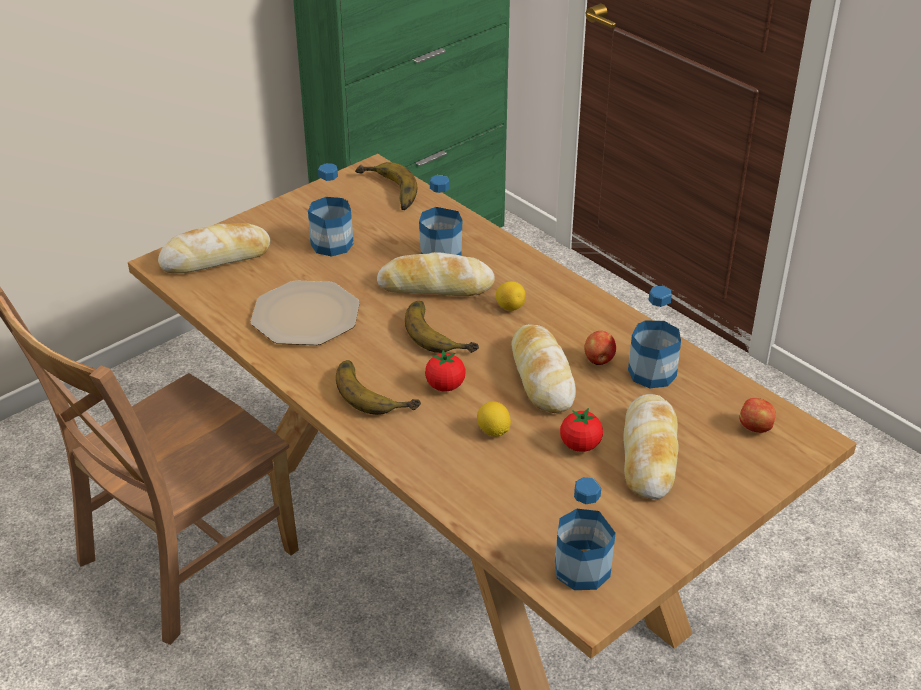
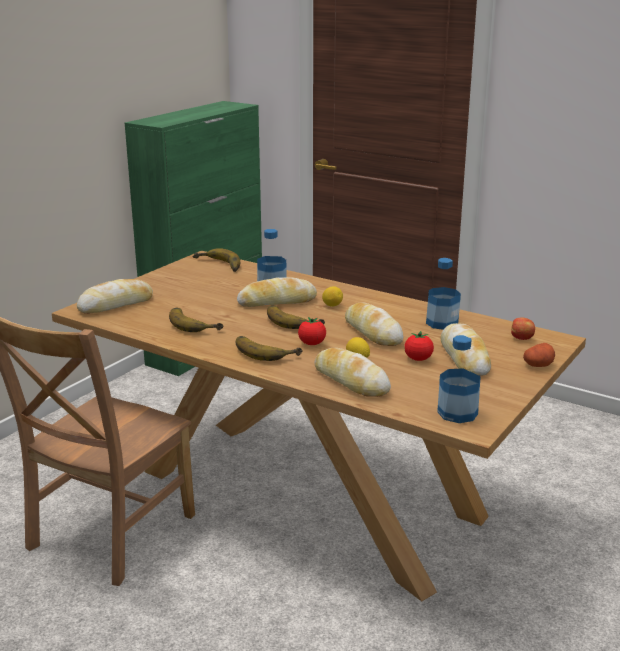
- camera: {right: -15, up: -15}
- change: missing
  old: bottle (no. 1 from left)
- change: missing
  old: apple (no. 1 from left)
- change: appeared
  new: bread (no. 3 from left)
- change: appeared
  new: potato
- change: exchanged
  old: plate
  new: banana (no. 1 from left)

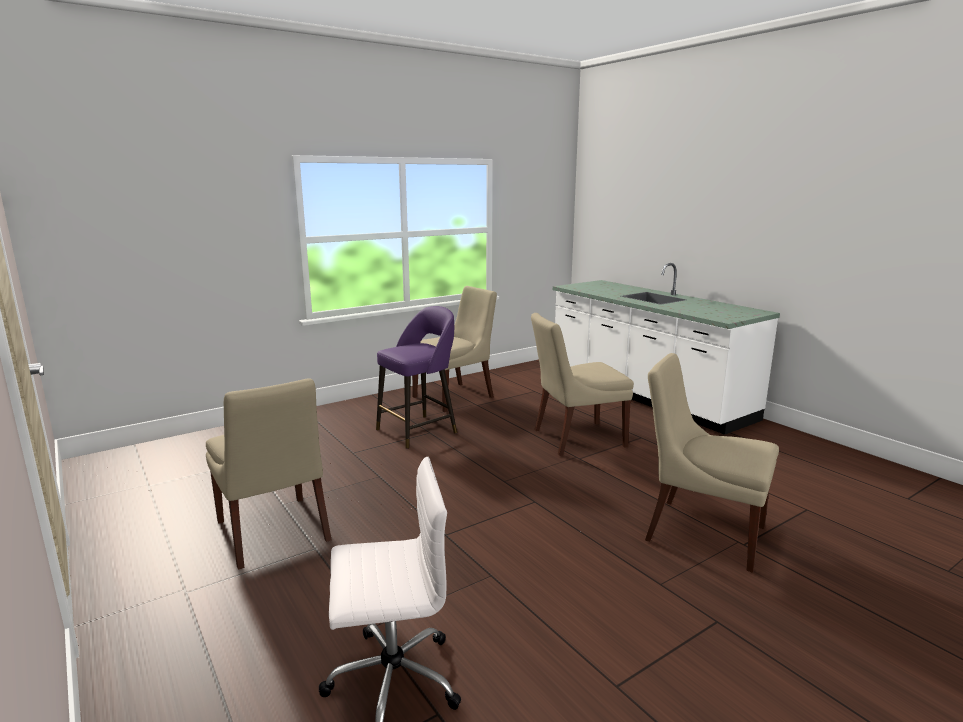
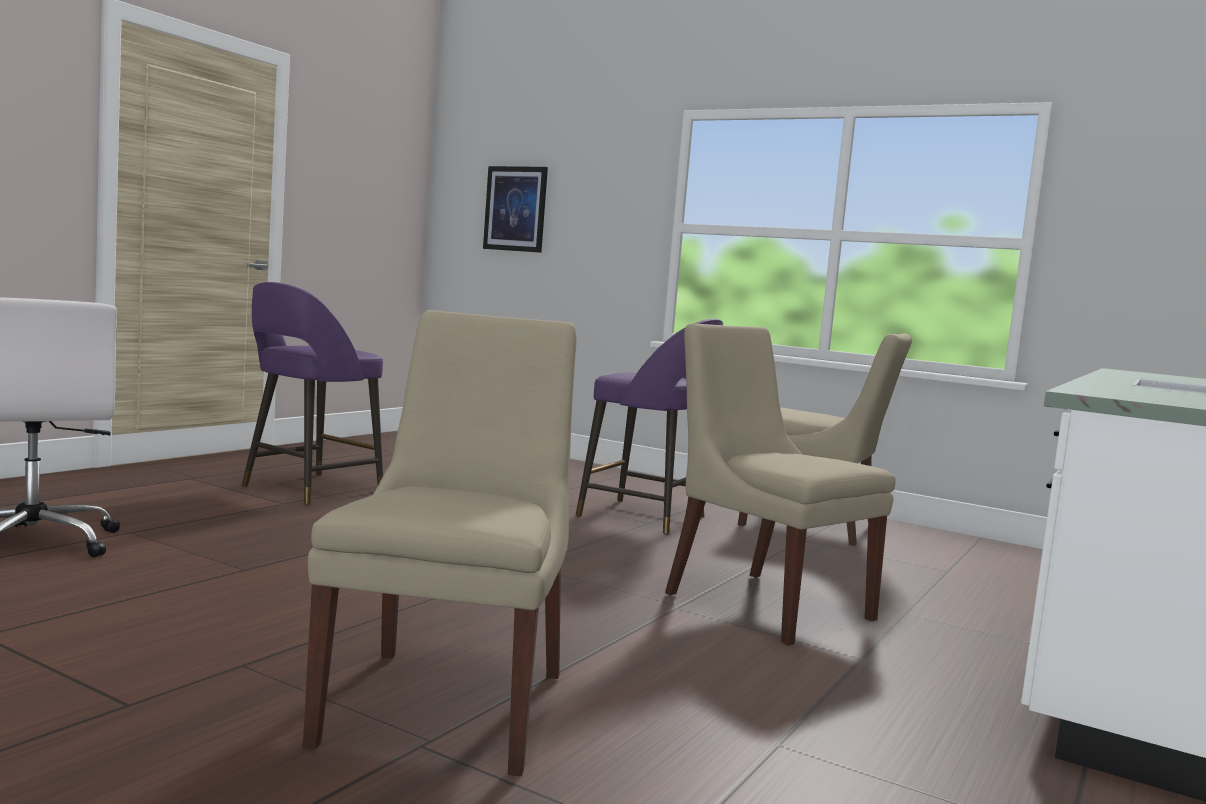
- camera: {right: 65, up: -10}
- change: appeared
  new: picture
- change: exchanged
  old: beige chair (no. 1 from left)
  new: purple stool (no. 1 from left)

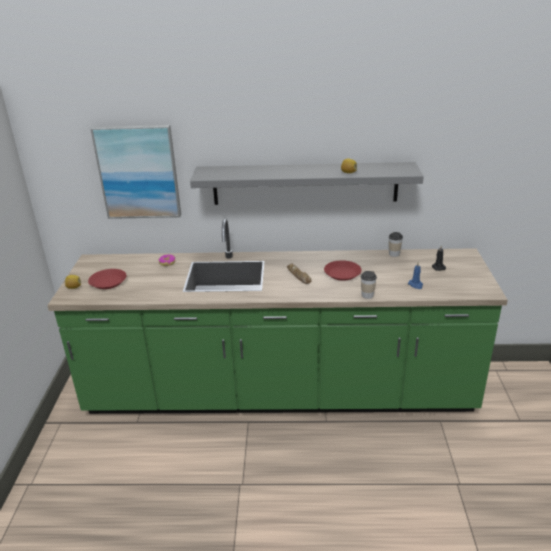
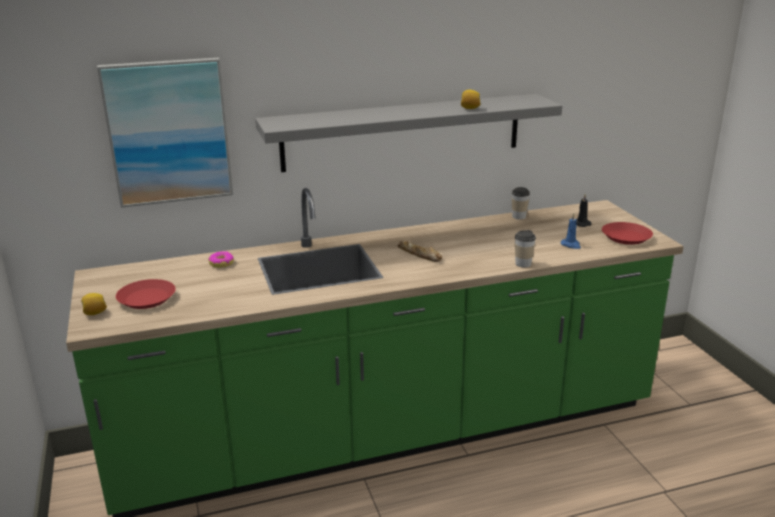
- camera: {right: -20, up: -5}
- change: relocated
  old: red plate (no. 2 from left)

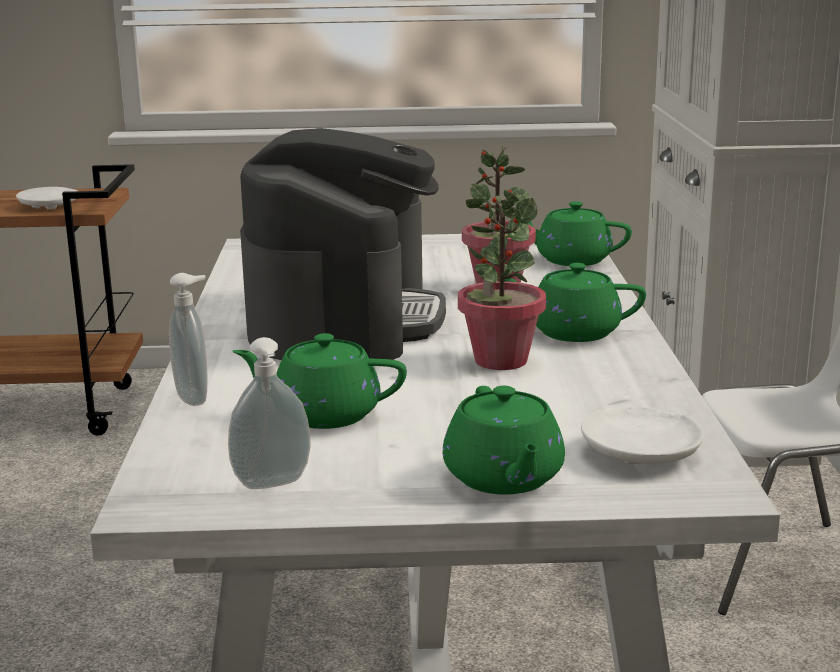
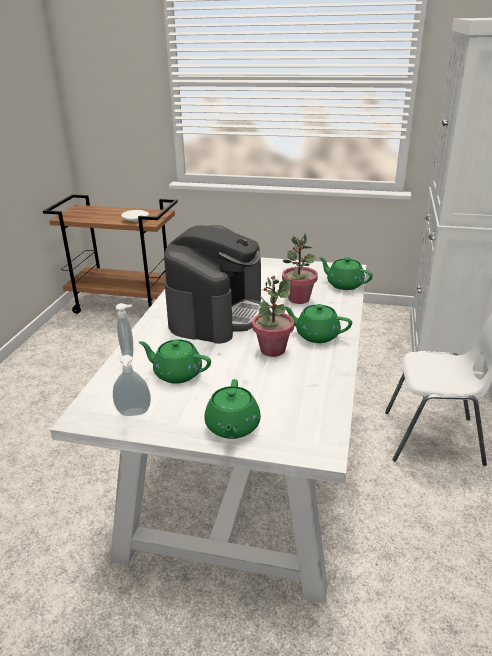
- camera: {right: 15, up: 10}
- change: missing
  old: white plate (no. 2 from left)

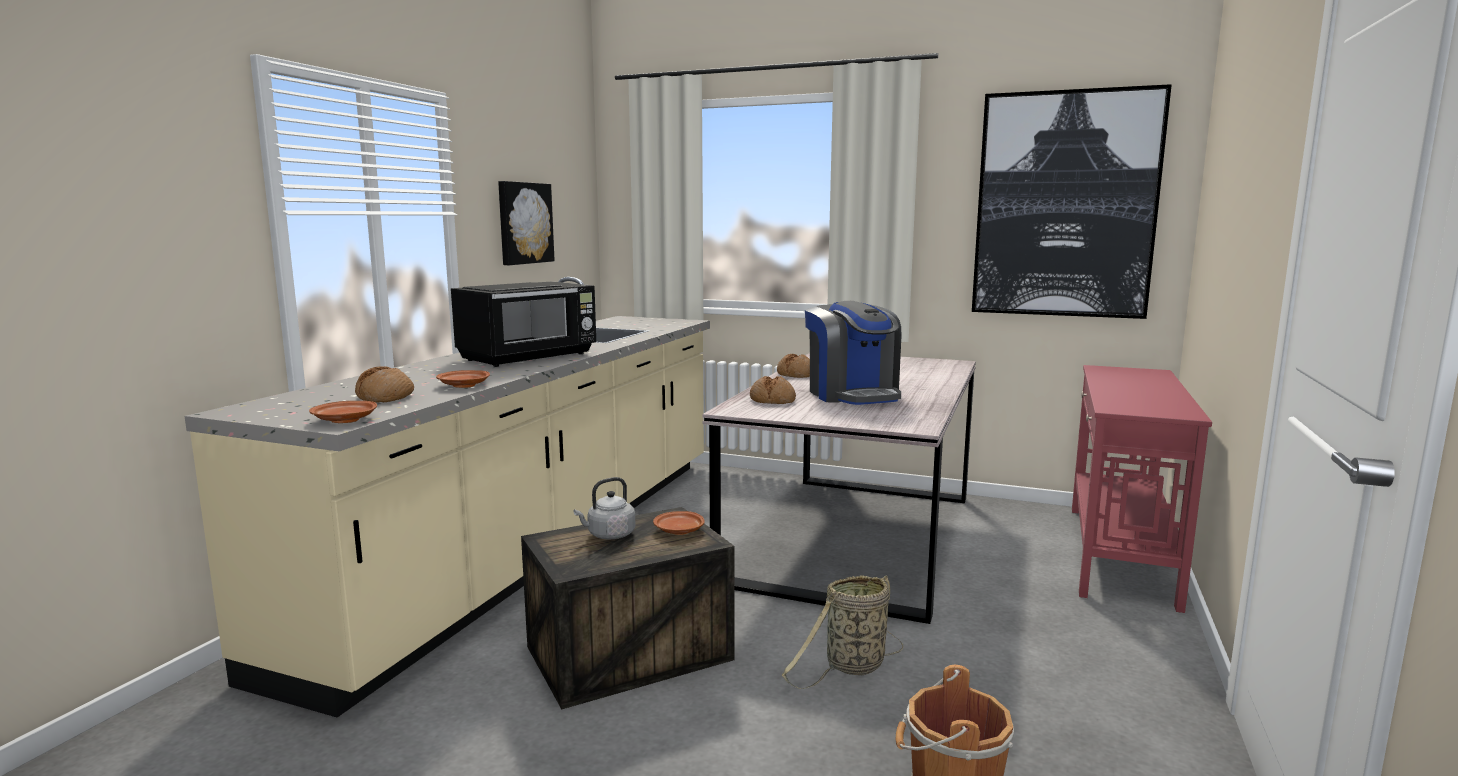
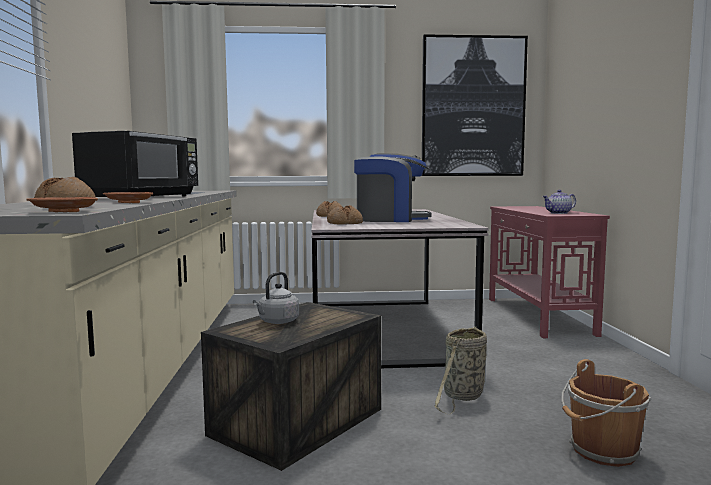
- camera: {right: -25, up: -5}
- change: missing
  old: picture (no. 1 from left)
- change: missing
  old: brown plate (no. 3 from left)
- change: appeared
  new: teapot
- change: spun
  old: coffee machine
  degrees: -45

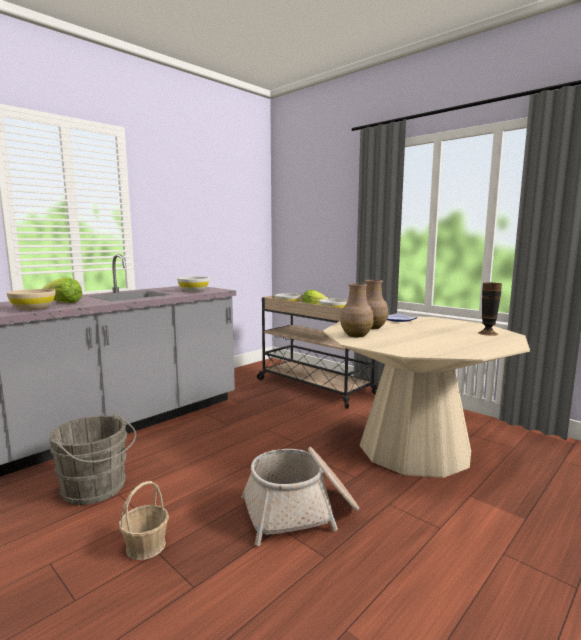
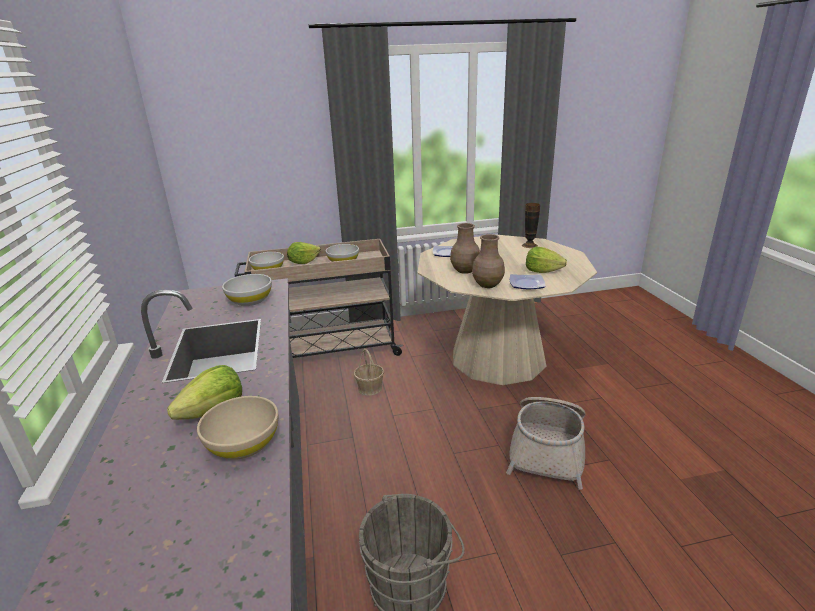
- camera: {right: -55, up: 15}
- change: appeared
  new: plate (no. 2 from left)
- change: appeared
  new: lettuce (no. 3 from left)
- change: relocated
  old: basket (no. 1 from left)

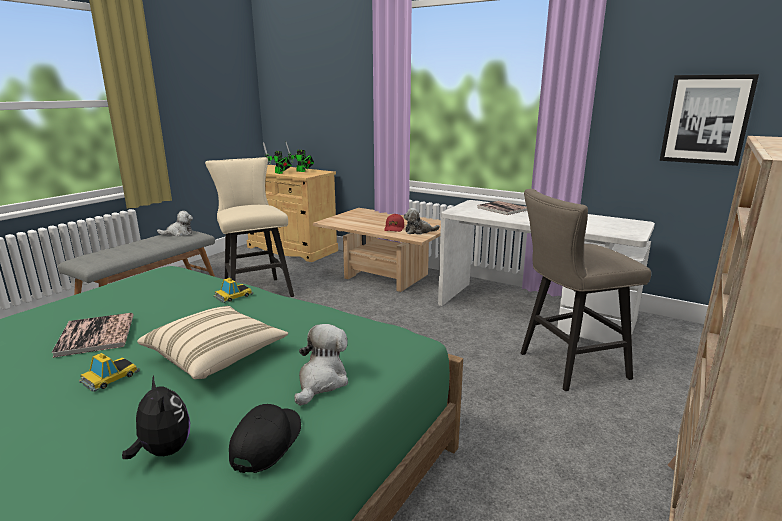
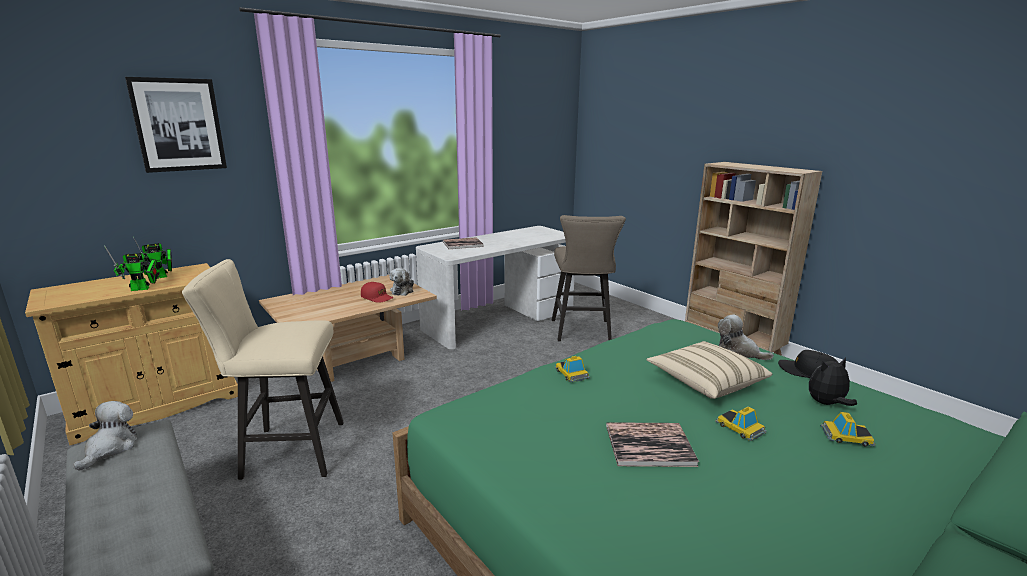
- camera: {right: -70, up: 0}
- change: appeared
  new: toy car (no. 3 from left)
- change: relocated
  old: picture

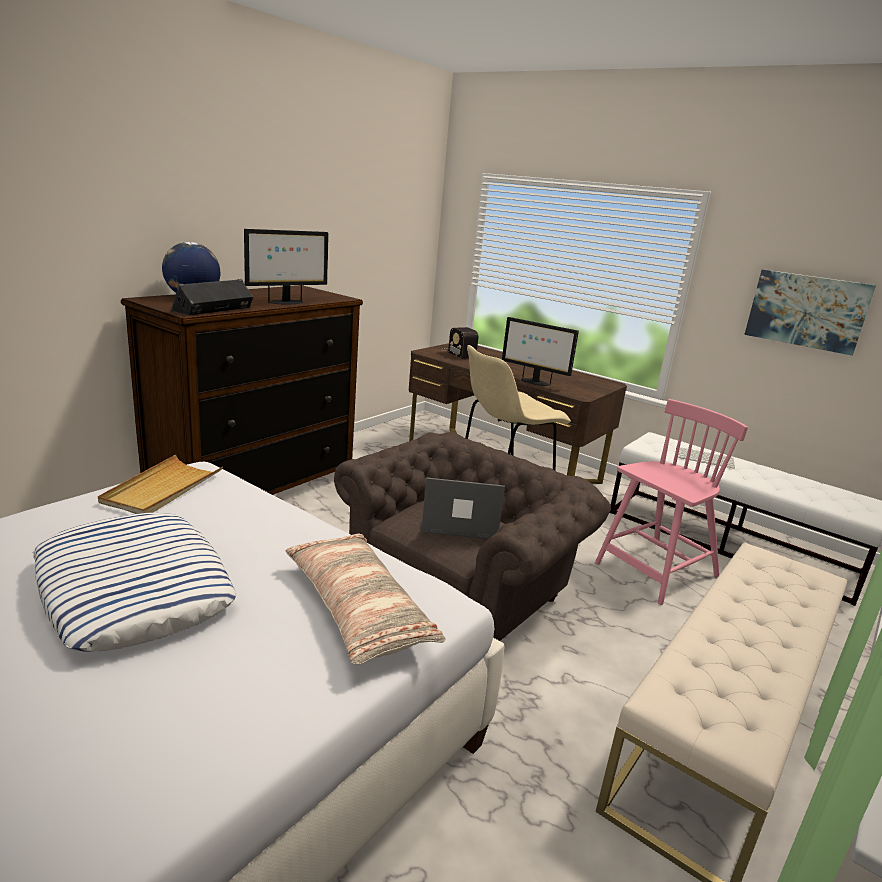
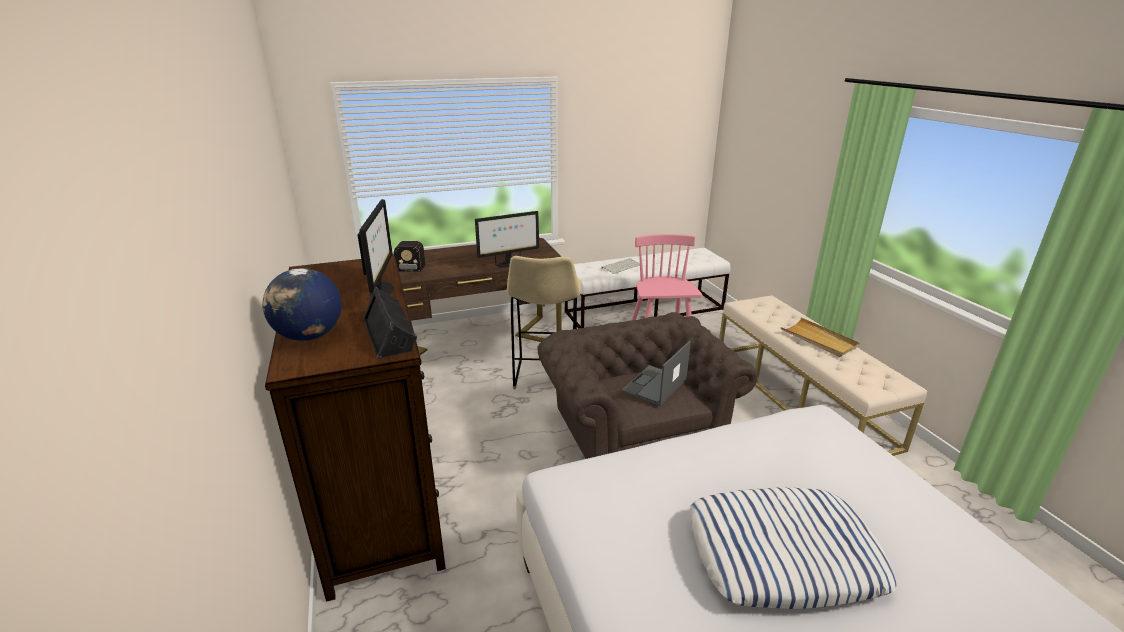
- camera: {right: -55, up: 5}
- change: missing
  old: pillow (no. 2 from left)
- change: missing
  old: picture
- change: relocated
  old: beige tray

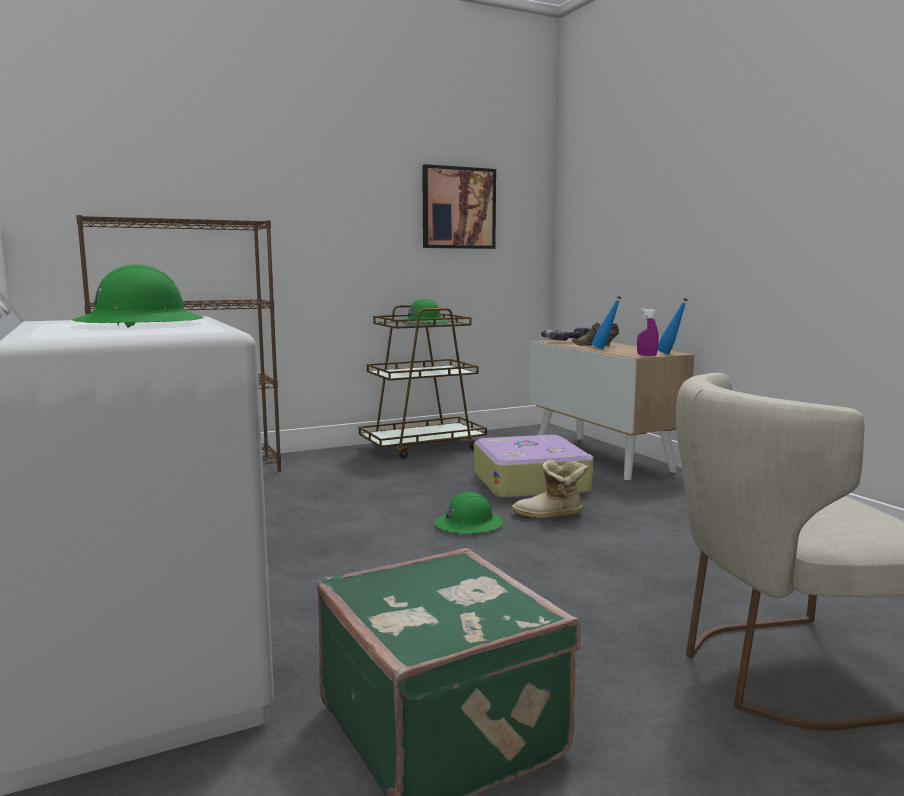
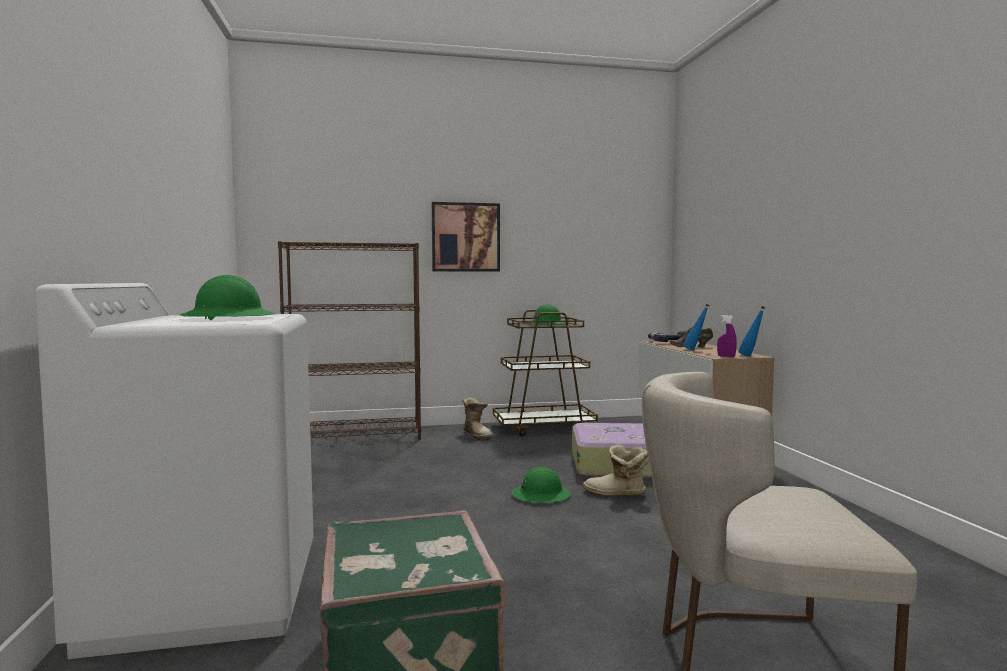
- camera: {right: 15, up: -5}
- change: appeared
  new: boot (no. 1 from left)
- change: relocated
  old: picture

